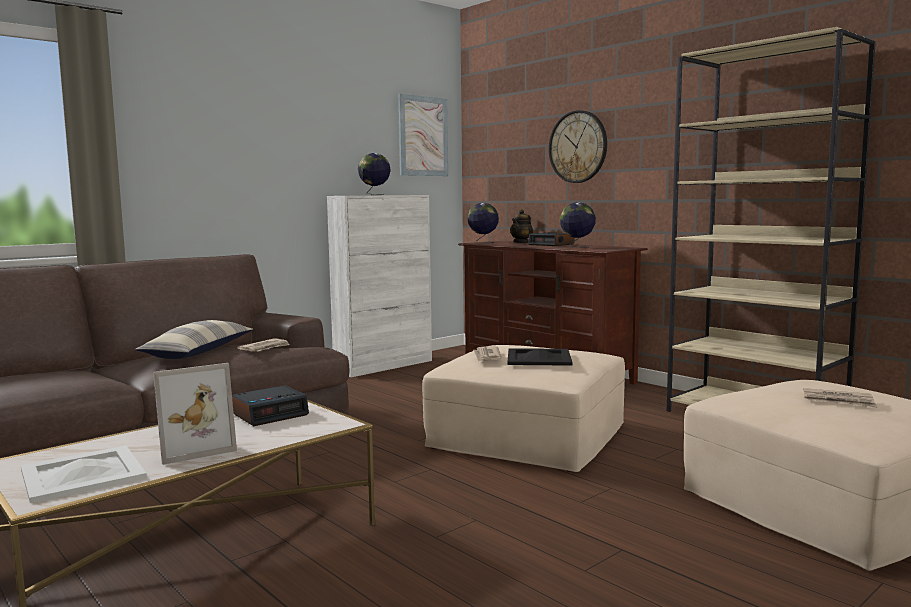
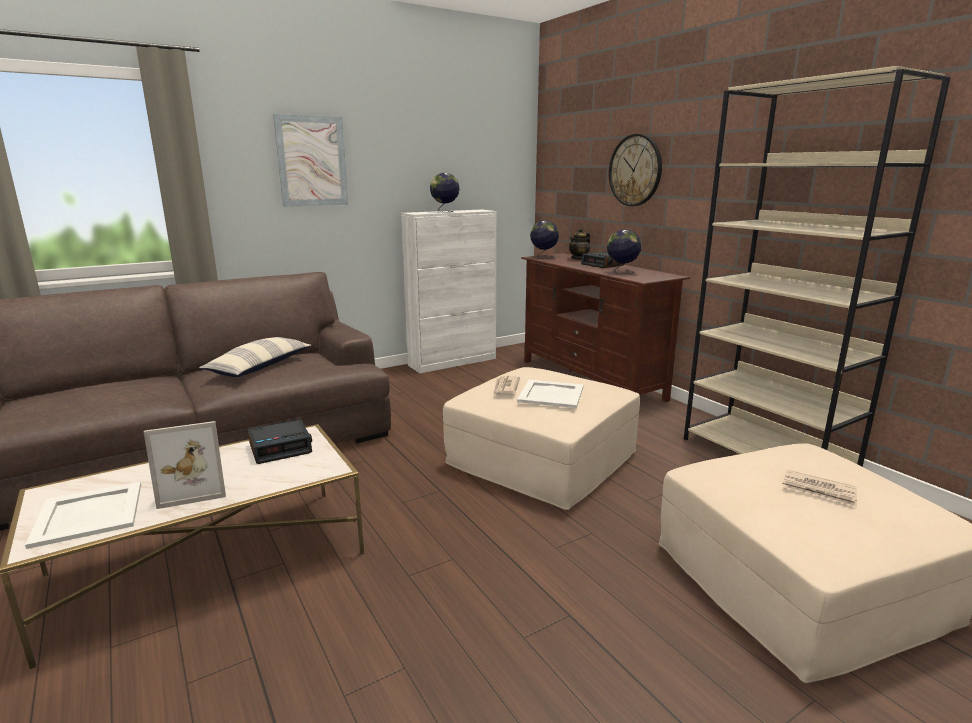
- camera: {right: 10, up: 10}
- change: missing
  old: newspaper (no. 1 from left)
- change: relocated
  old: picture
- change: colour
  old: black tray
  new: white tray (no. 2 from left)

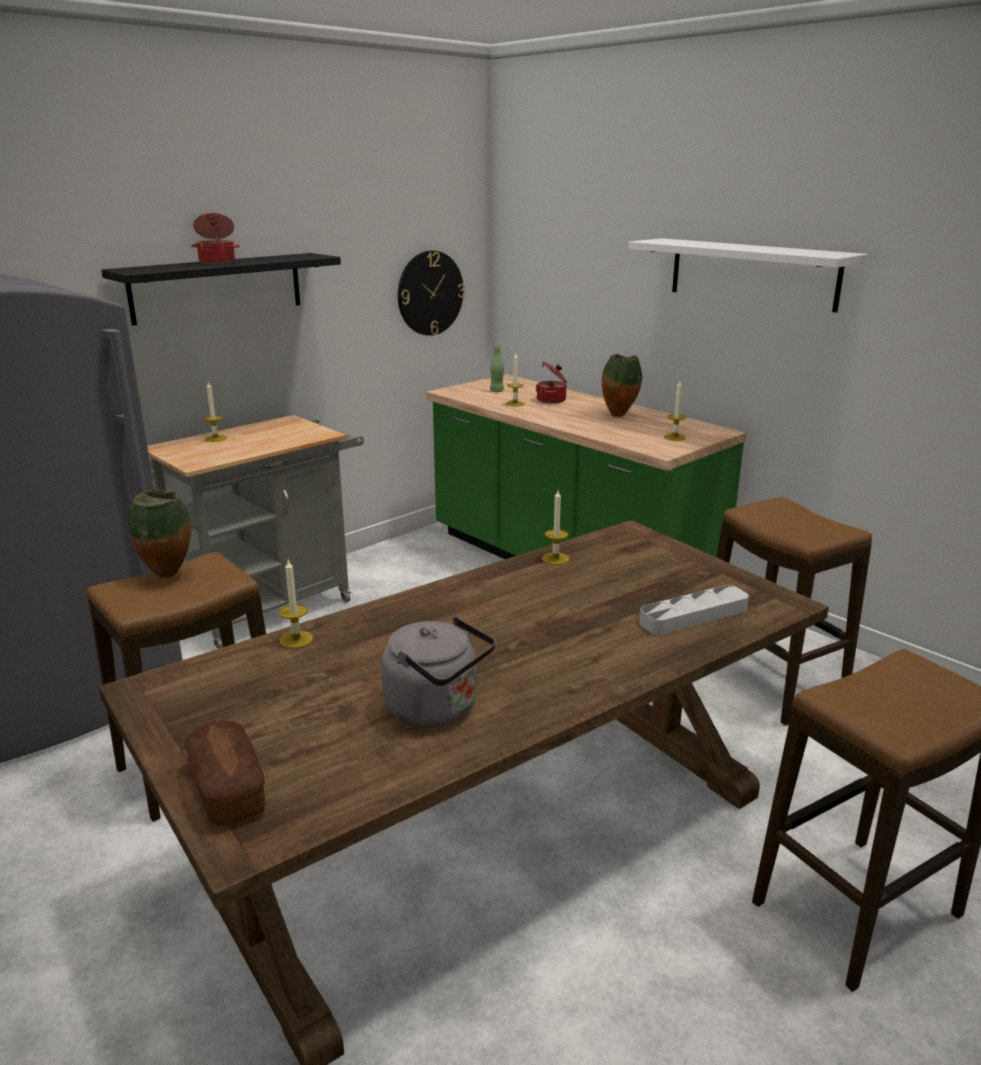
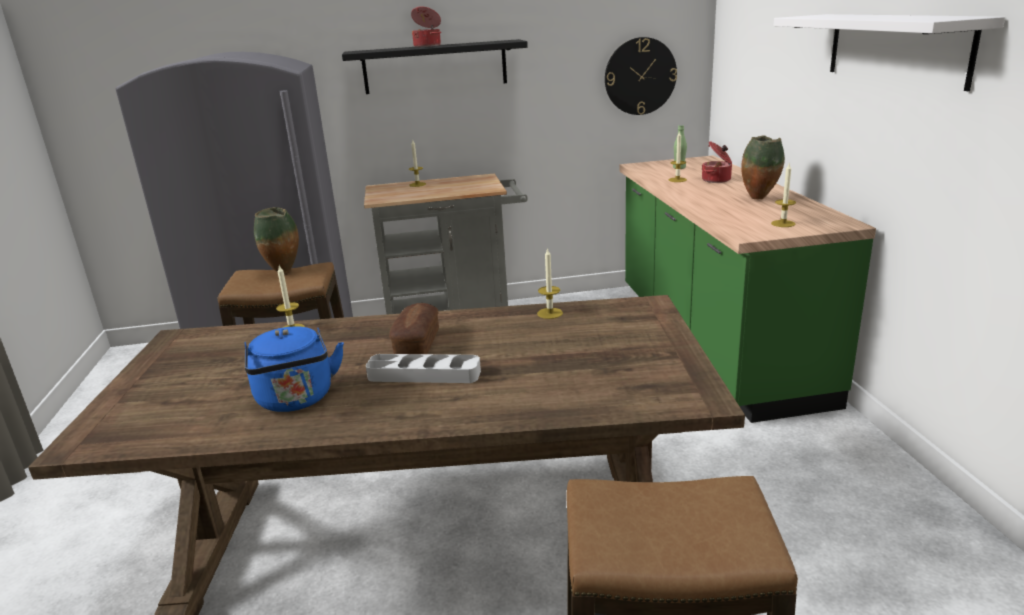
- camera: {right: 35, up: 0}
- change: missing
  old: stool (no. 2 from left)
- change: relocated
  old: bread
- change: relocated
  old: grey tray
- change: colour
  old: grey kettle
  new: blue kettle

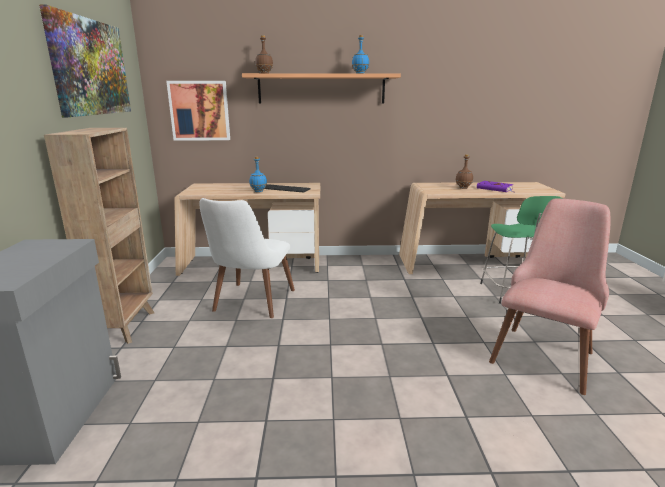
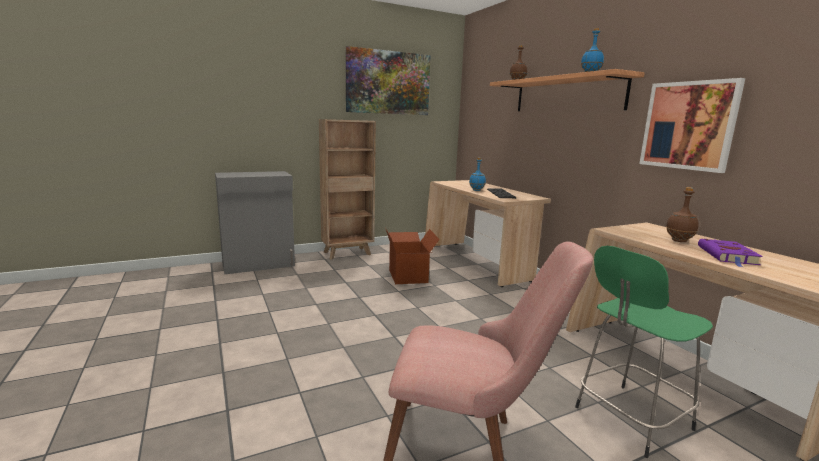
- camera: {right: 65, up: -5}
- change: relocated
  old: picture (no. 2 from left)
- change: exchanged
  old: white chair
  new: cardboard box

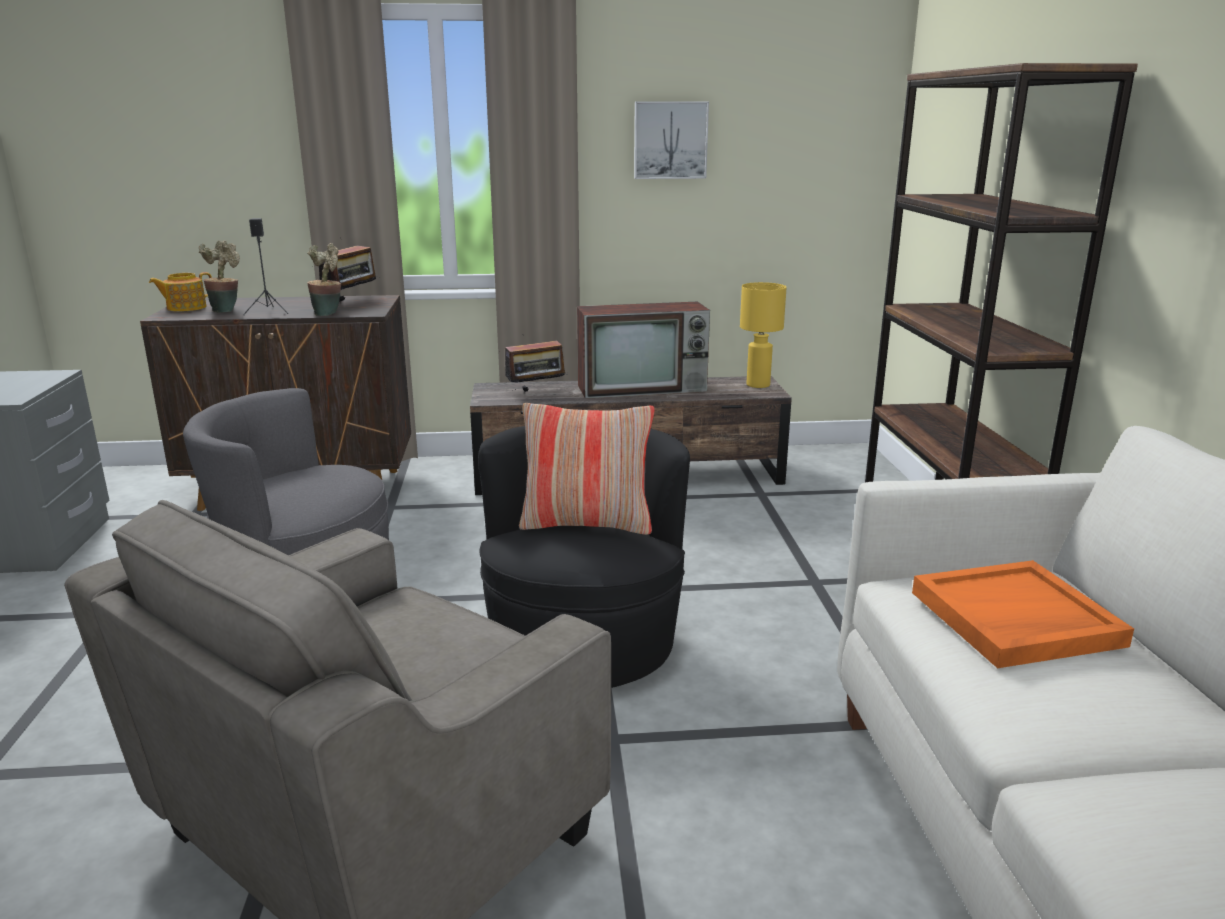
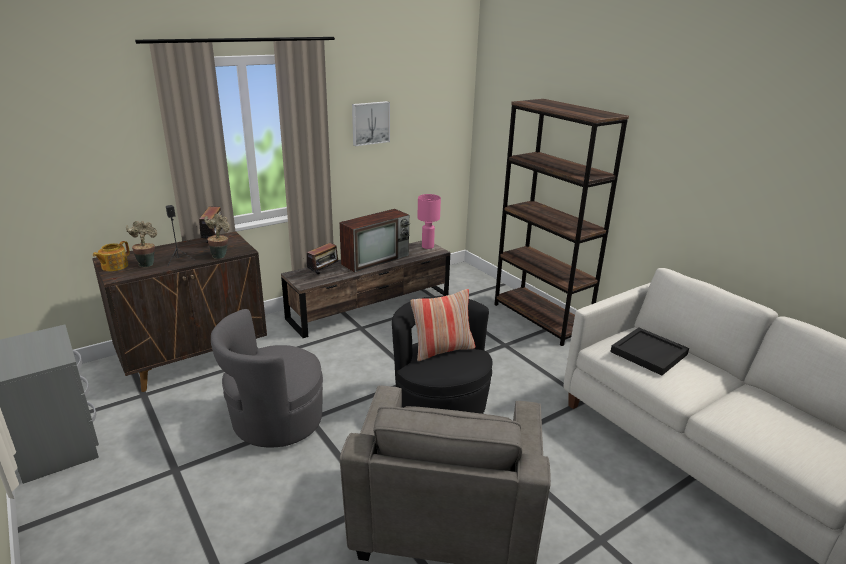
- camera: {right: -30, up: 5}
- change: colour
  old: yellow table lamp
  new: pink table lamp
- change: colour
  old: orange tray
  new: black tray

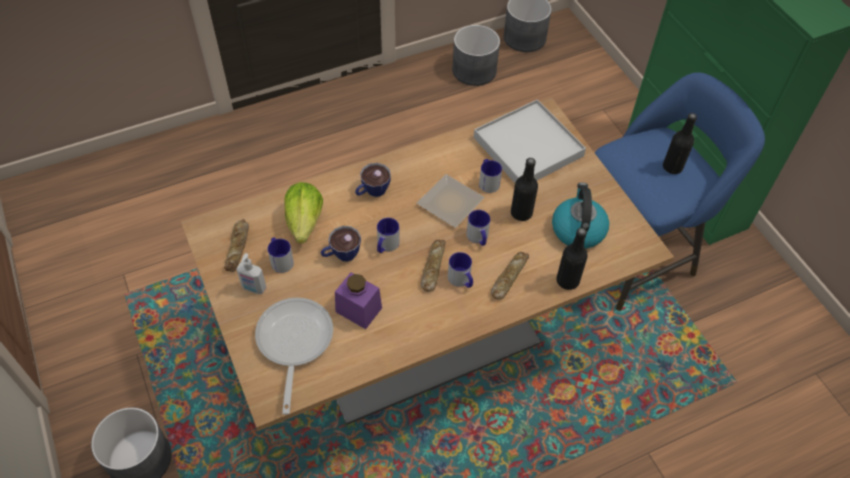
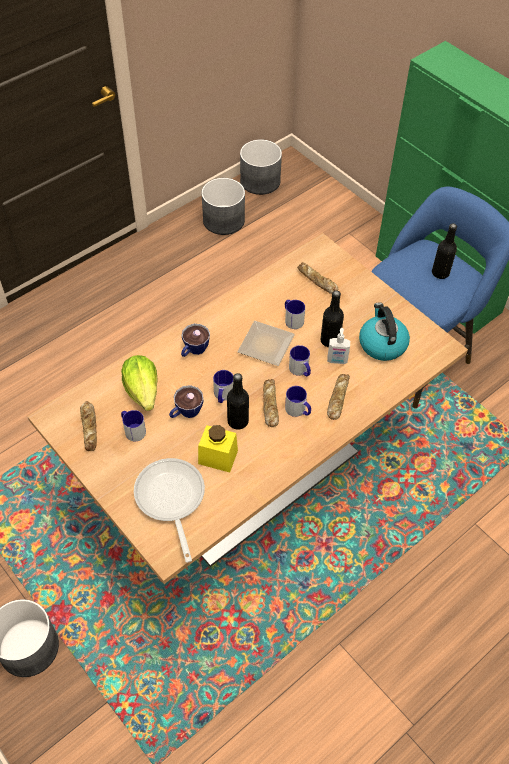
- camera: {right: -15, up: 0}
- change: relocated
  old: soap dispenser
- change: relocated
  old: black bottle (no. 2 from left in the first image)
  new: black bottle (no. 1 from left)
- change: exchanged
  old: white tray
  new: bread (no. 3 from left)
- change: colour
  old: purple jar
  new: yellow jar

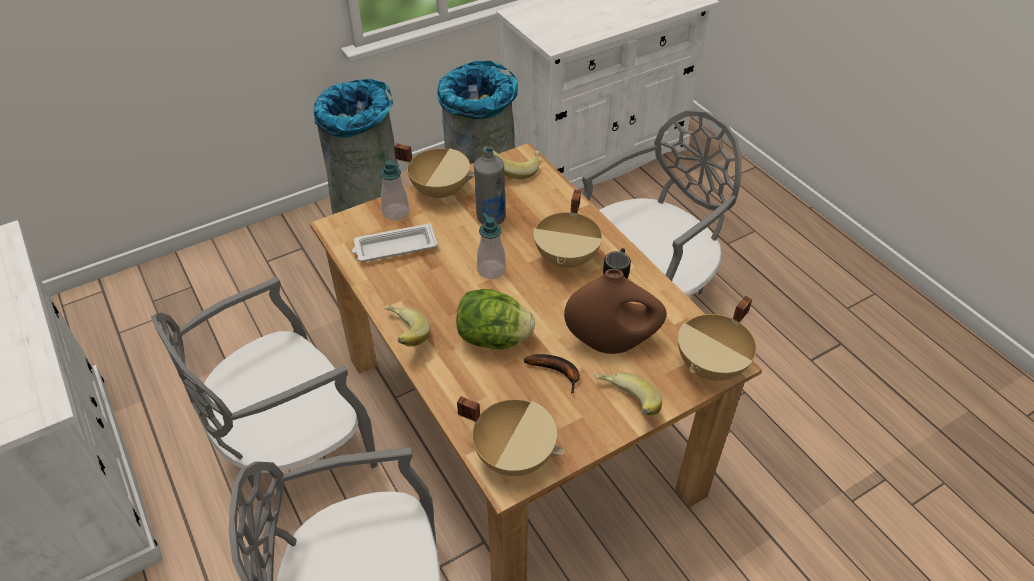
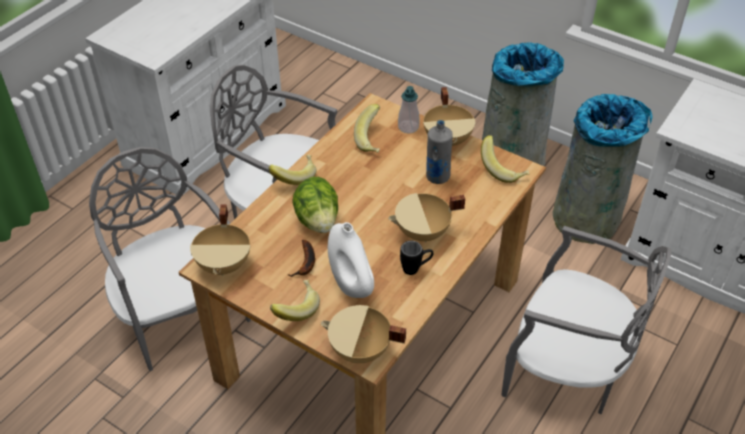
- camera: {right: 65, up: 0}
- change: missing
  old: soap dispenser (no. 2 from left)
- change: exchanged
  old: white tray
  new: banana (no. 4 from left)
- change: colour
  old: brown vase
  new: white vase

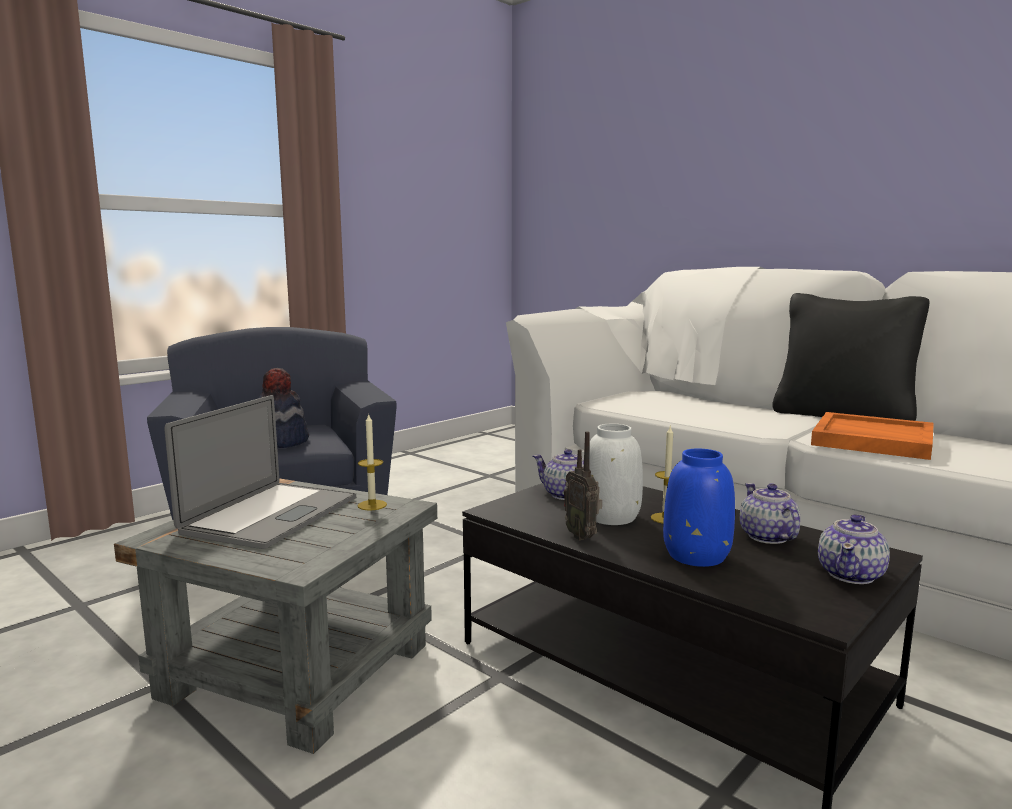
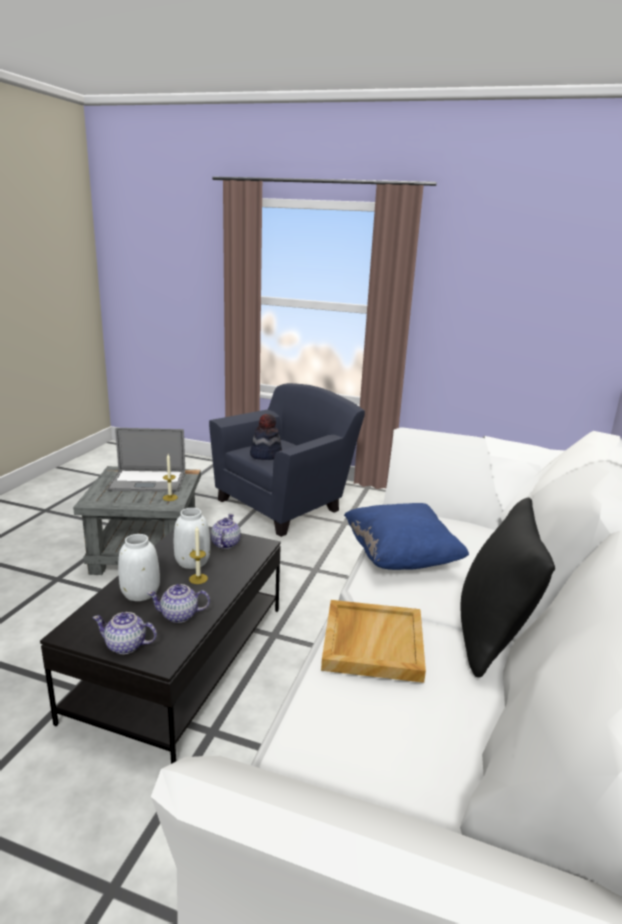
- camera: {right: 65, up: 10}
- change: missing
  old: radio
- change: appeared
  new: blue pillow
- change: colour
  old: blue vase
  new: white vase (no. 1 from left)
- change: colour
  old: orange tray
  new: beige tray
- change: spun
  old: teapot (no. 2 from left)
  degrees: -150

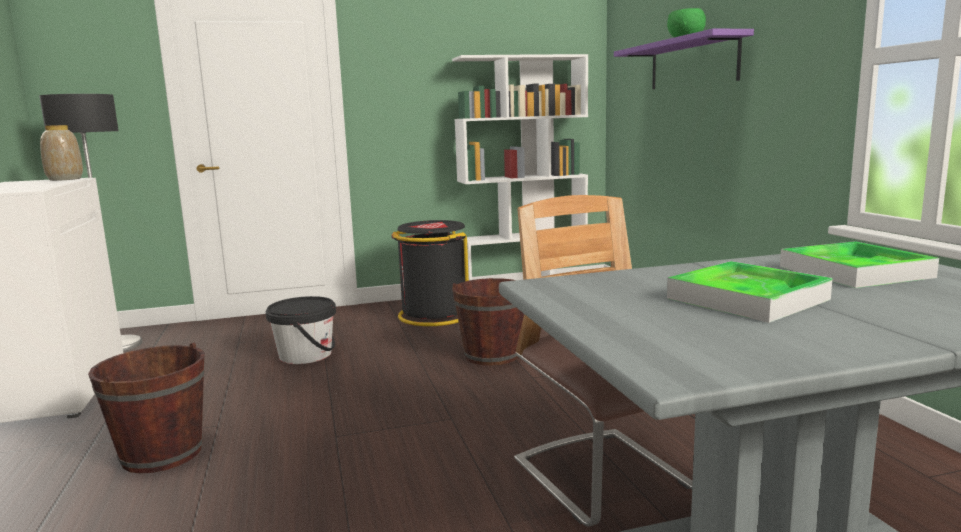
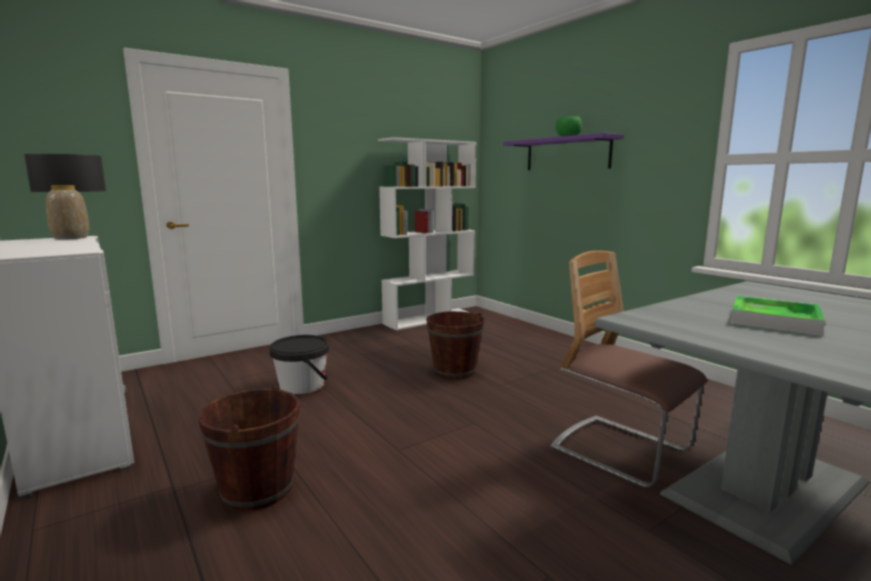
- camera: {right: -20, up: 0}
- change: missing
  old: black trash can
- change: missing
  old: tray (no. 2 from left)

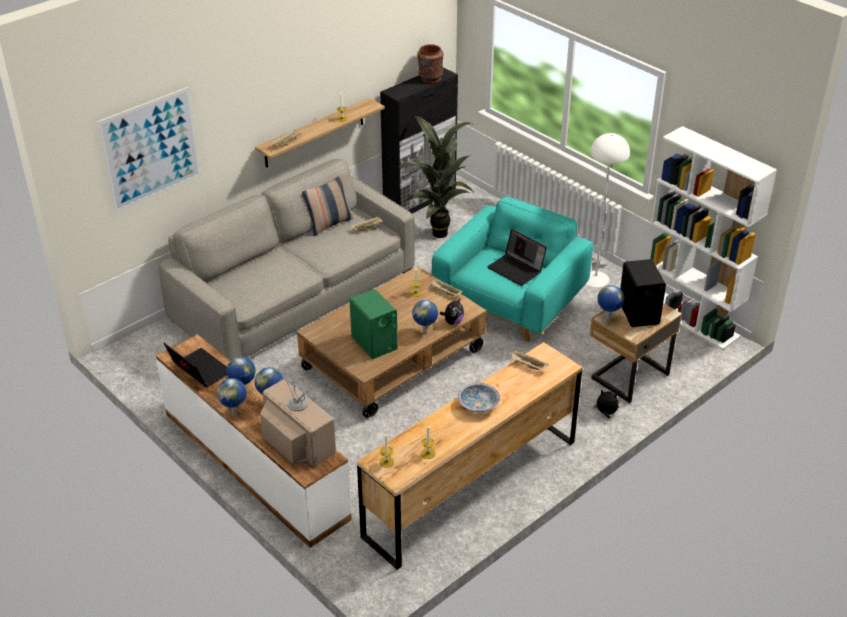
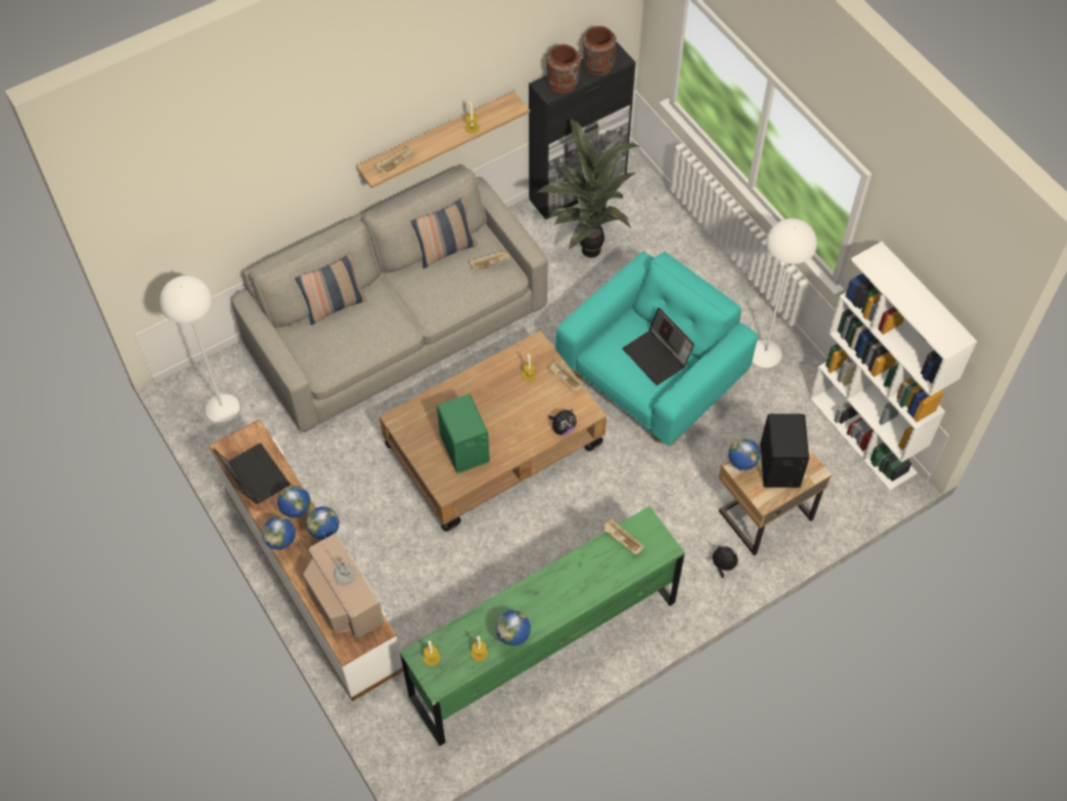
- camera: {right: 10, up: 20}
- change: missing
  old: picture
- change: missing
  old: bowl
- change: appeared
  new: white floor lamp (no. 1 from left)
- change: appeared
  new: pillow (no. 1 from left)
- change: appeared
  new: brown vase (no. 1 from left)
- change: relocated
  old: globe (no. 4 from left)
- change: colour
  old: brown dresser
  new: green dresser

